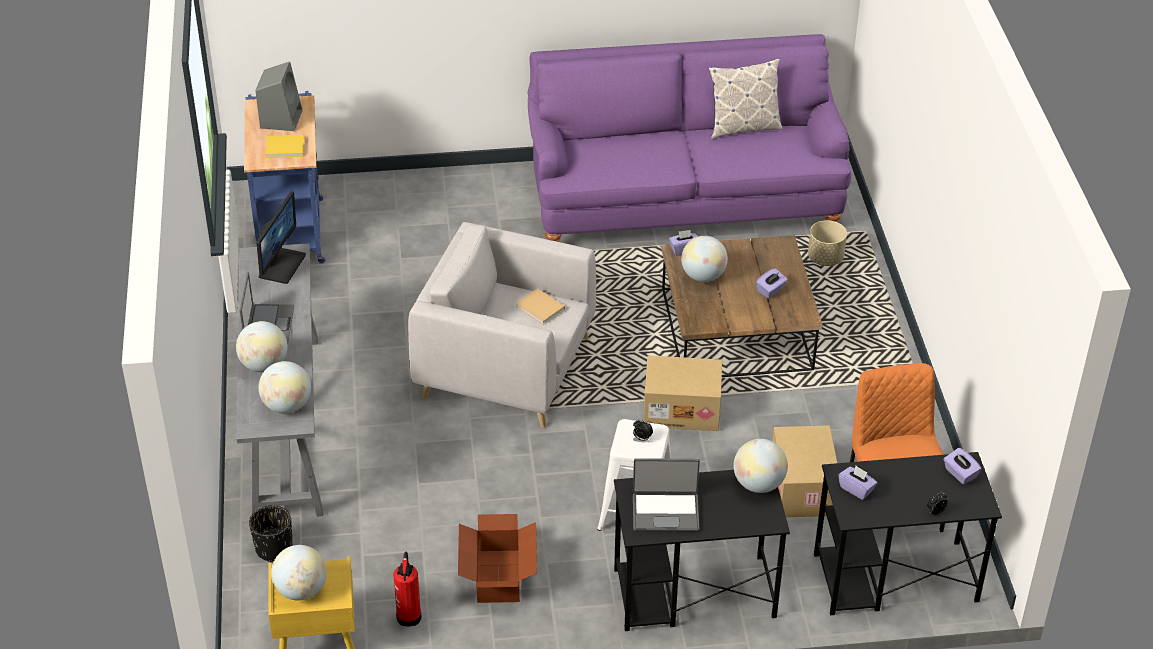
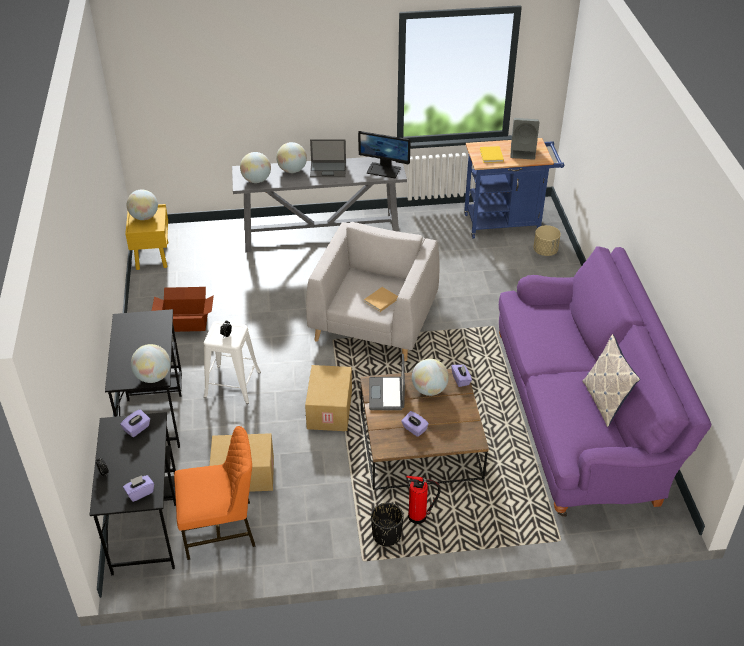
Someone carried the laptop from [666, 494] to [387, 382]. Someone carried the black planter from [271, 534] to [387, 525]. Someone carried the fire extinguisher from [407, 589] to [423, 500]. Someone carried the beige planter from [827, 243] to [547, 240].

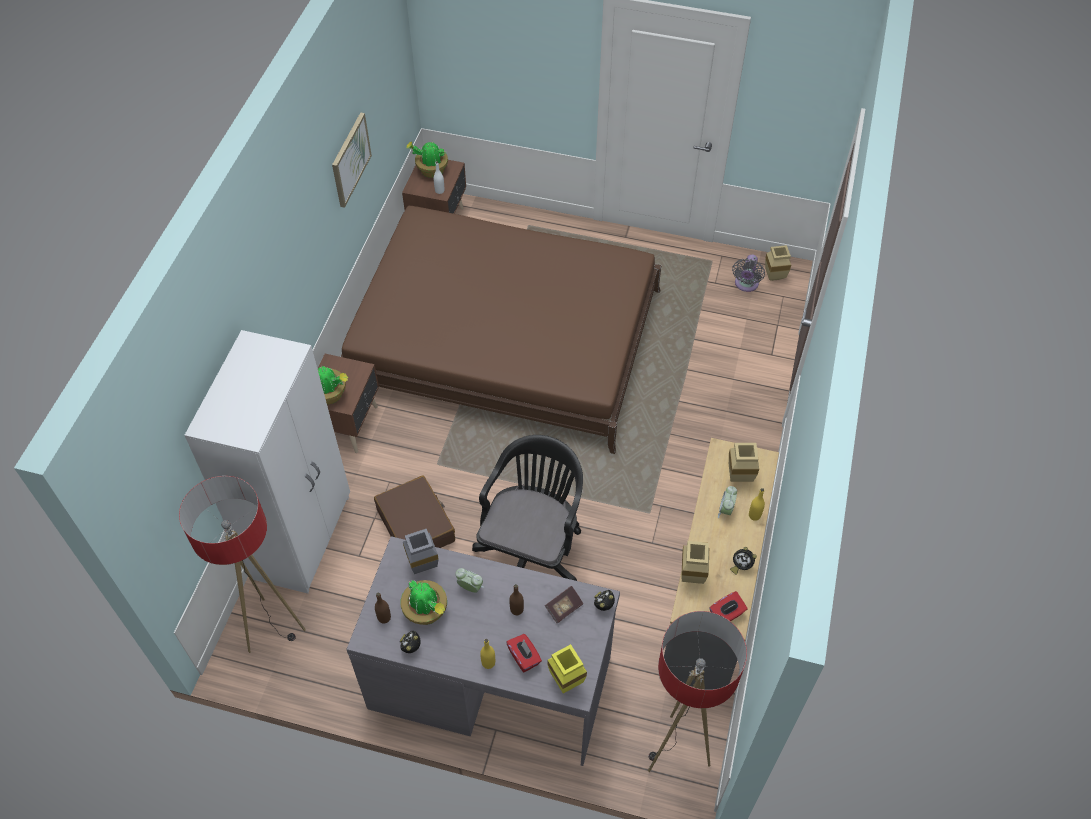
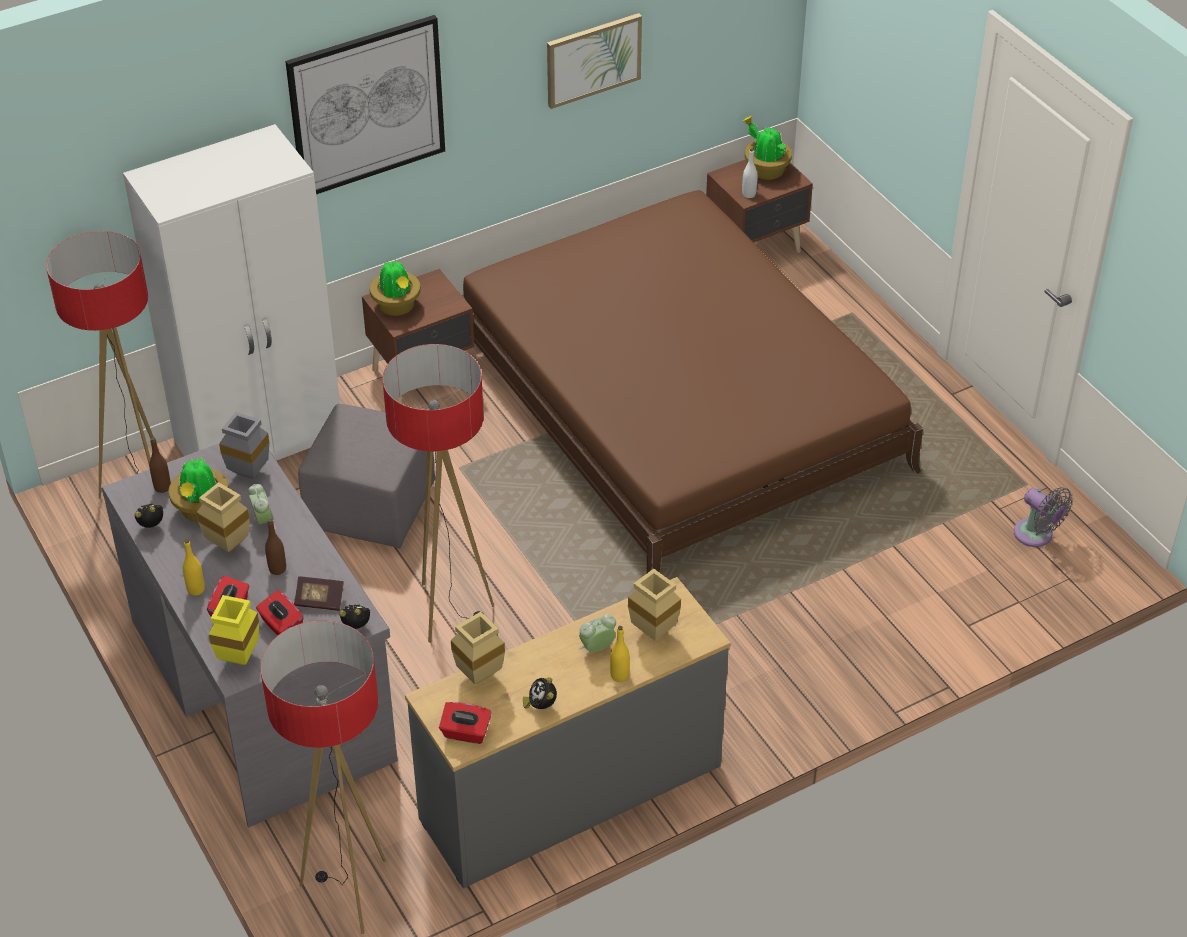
Someone carried the beige vase from [778, 263] to [223, 517]. Someone put down the red tissue box at [279, 613]. Someone put up the picture at [365, 104]. Someone swapped the brown suitcase at [414, 511] for the grey ottoman at [366, 476]. Someone swapped the black office chair at [527, 508] for the floor lamp at [438, 493]. Someone rotated the grey fan at [748, 273] by 105 degrees counterclockwise.

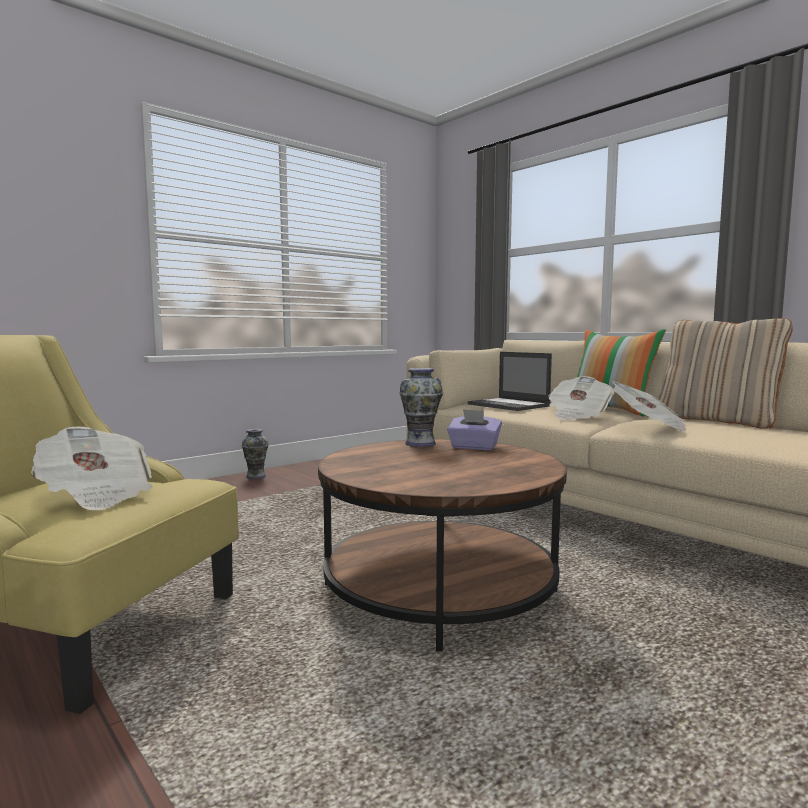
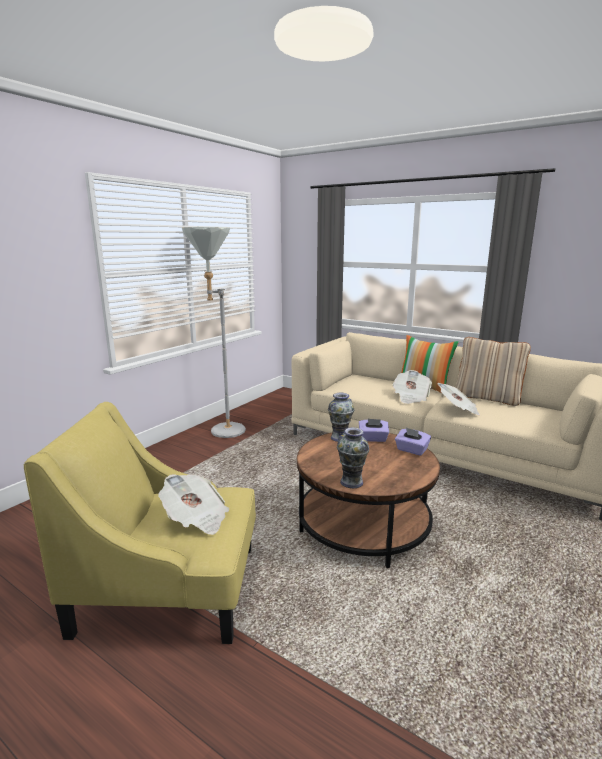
Someone put down the grey floor lamp at [214, 332]. Someone carried the vase from [255, 454] to [353, 458]. Someone put down the purple tissue box at [413, 442]. Someone took away the laptop at [509, 381].

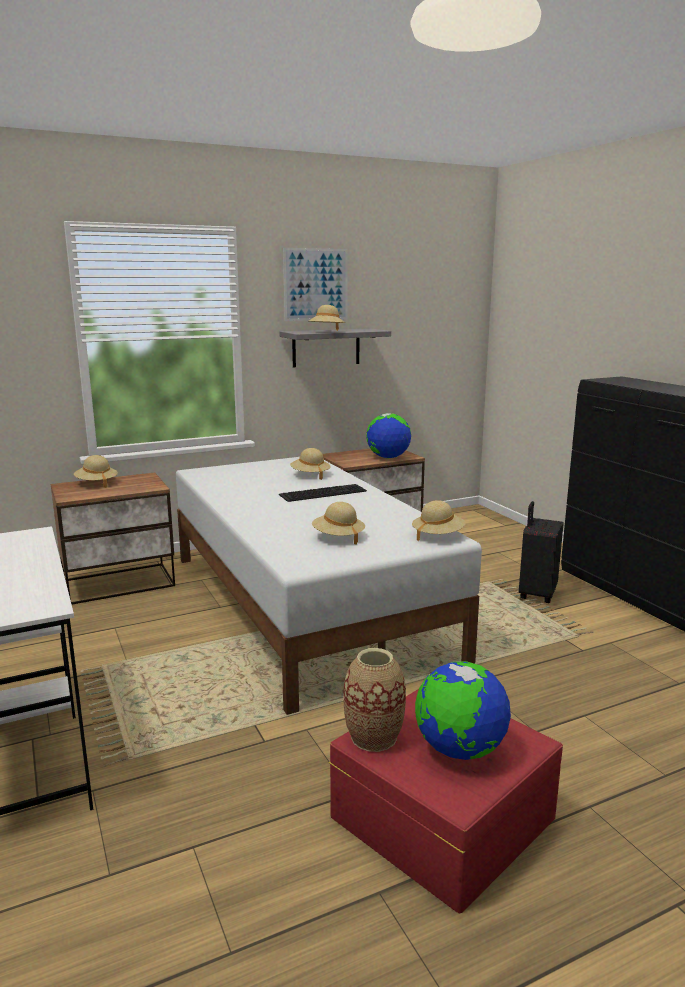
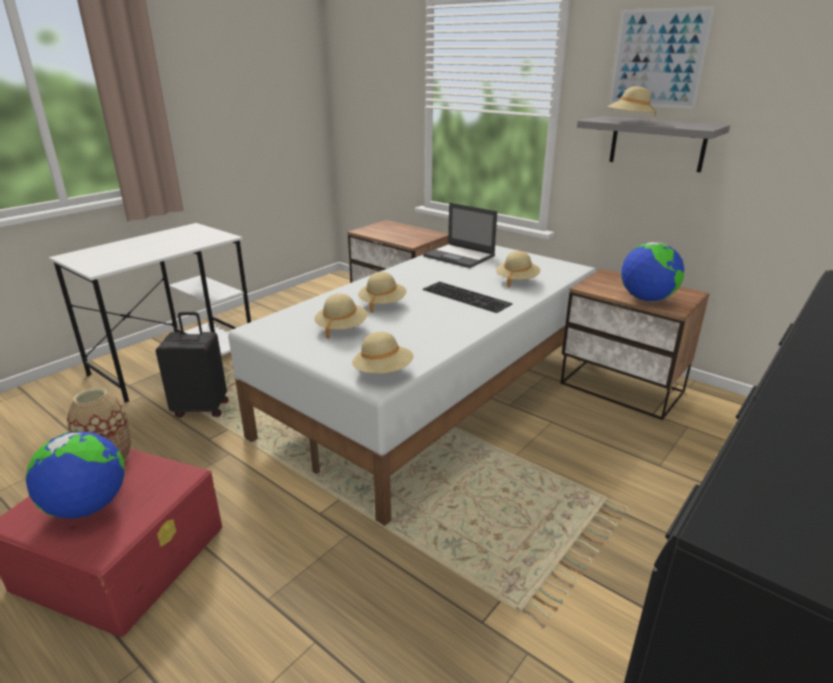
Someone carried the black suitcase from [541, 552] to [192, 365]. Someone carried the beige hat from [96, 471] to [382, 292]. Someone put down the laptop at [460, 235].

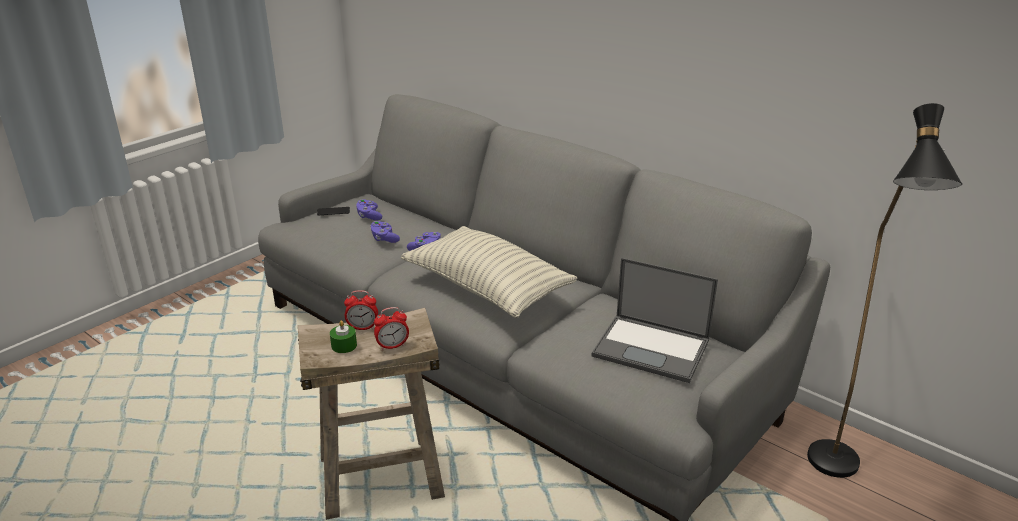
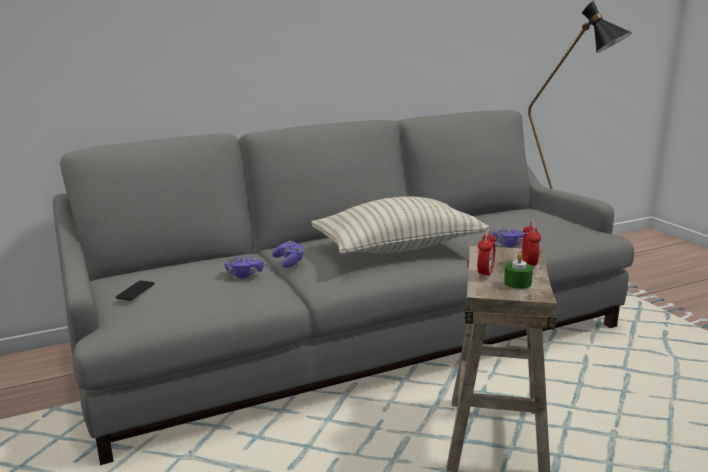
Someone carried the purple game controller from [369, 209] to [509, 237]. Someone took away the laptop at [655, 320].

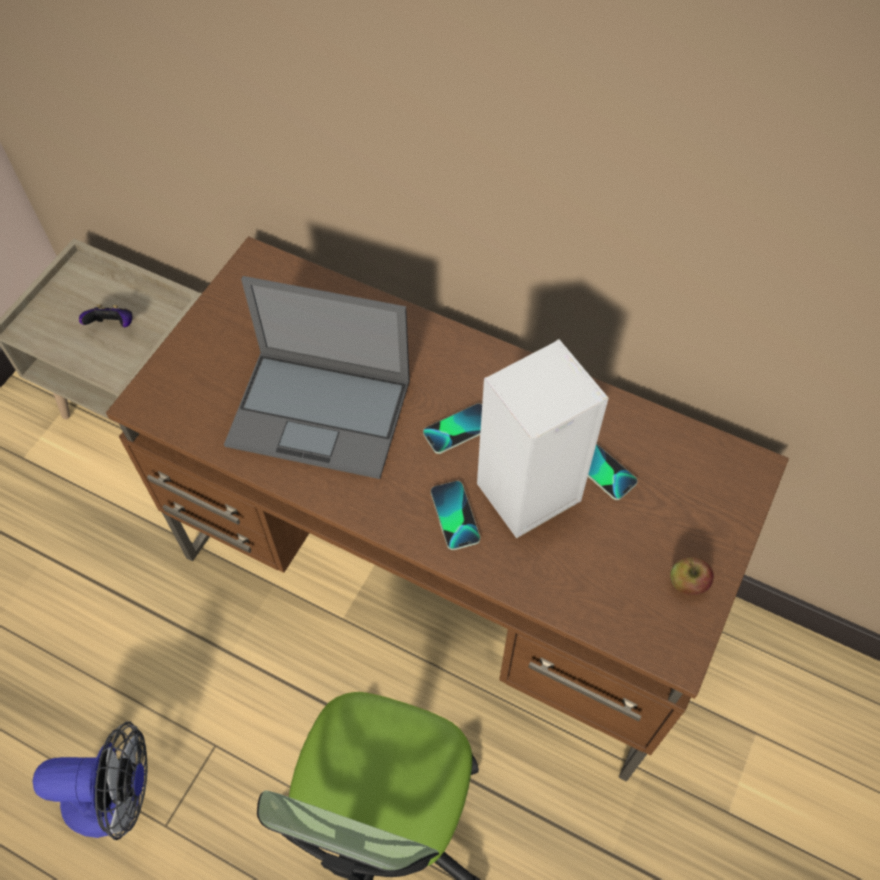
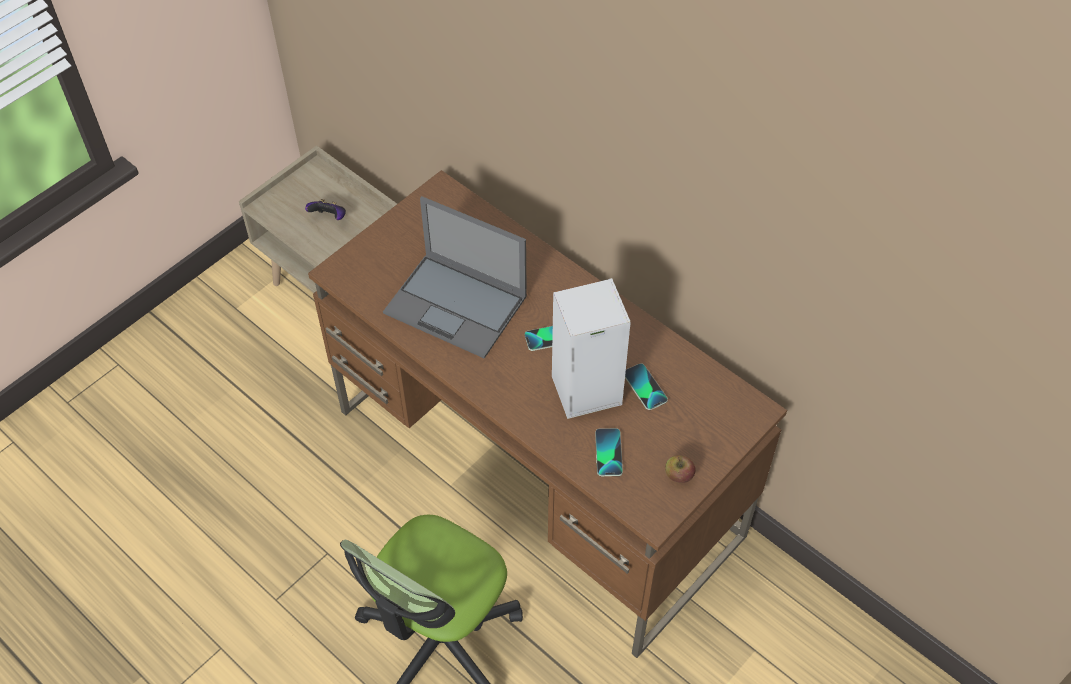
Someone carried the phone from [455, 515] to [609, 452]. Someone took away the fan at [90, 781].

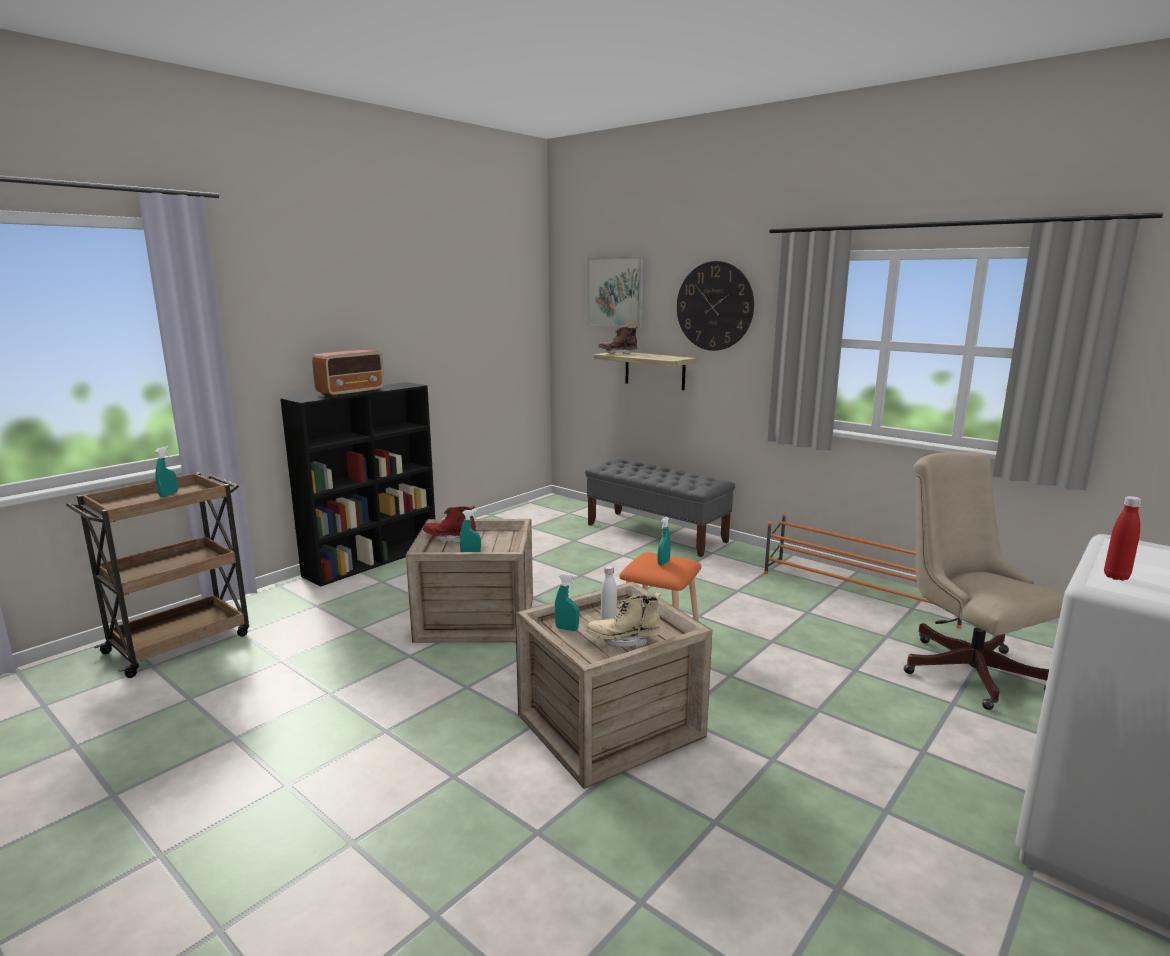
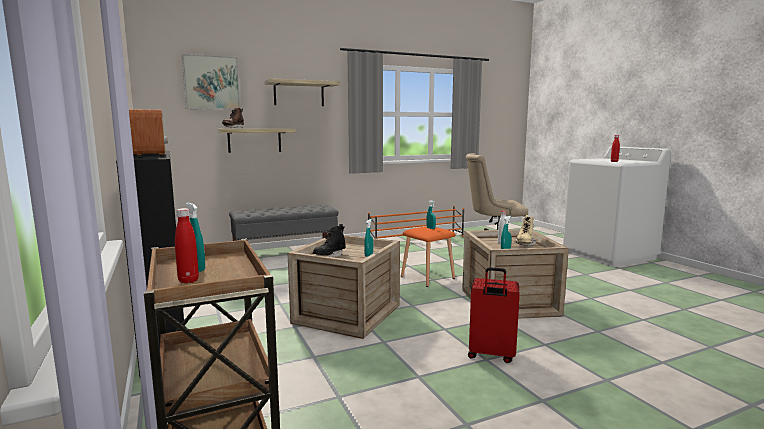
Someone put down the red bottle at [187, 246]. Someone swapped the wall clock at [715, 306] for the shelf at [302, 92]. Someone repainted the red boot at [449, 524], which became the black boot at [329, 240]. Someone put down the red suitcase at [494, 315].

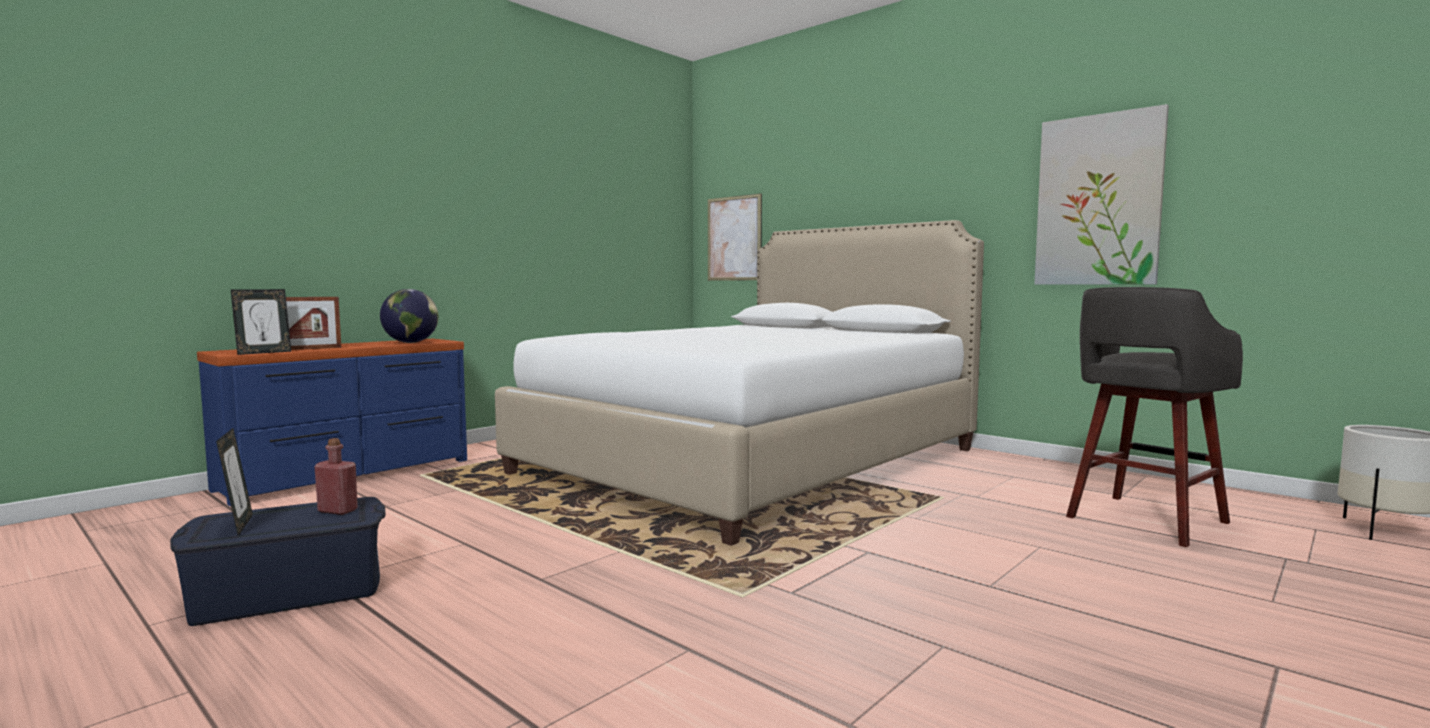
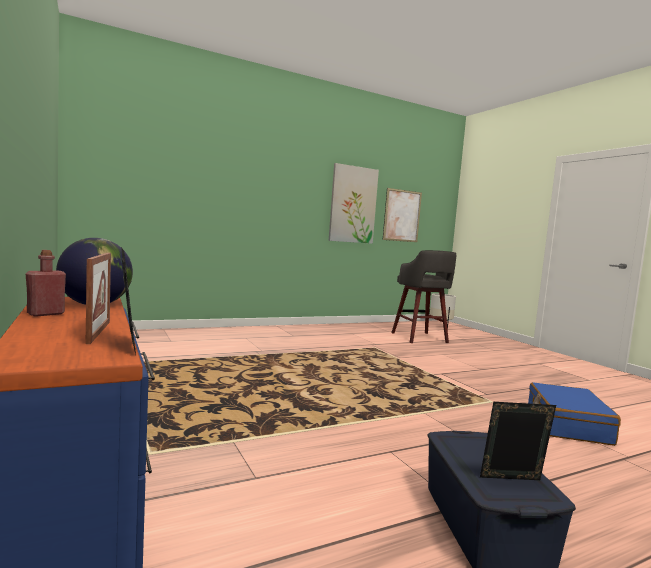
Someone carried the red bottle from [336, 476] to [46, 283]. Someone carried the picture from [735, 237] to [402, 215]. Someone put down the blue suitcase at [574, 414]. Someone took away the white bed at [739, 383].

